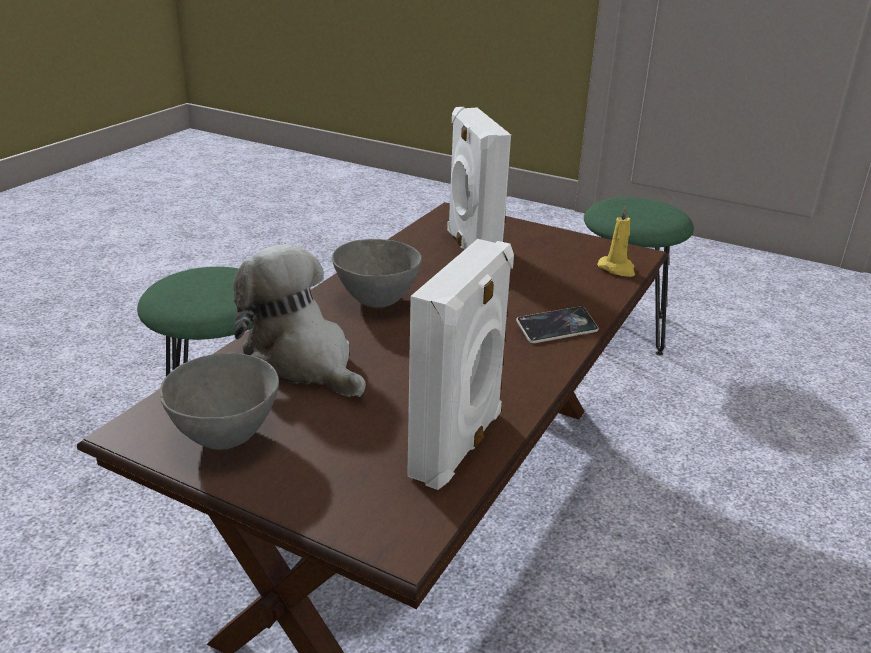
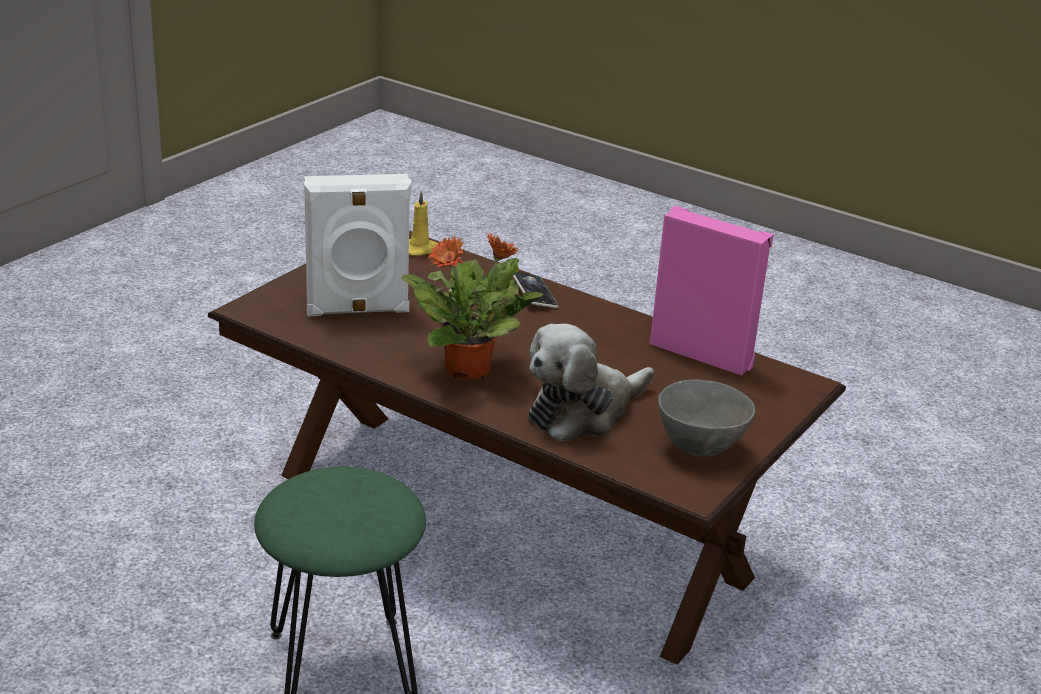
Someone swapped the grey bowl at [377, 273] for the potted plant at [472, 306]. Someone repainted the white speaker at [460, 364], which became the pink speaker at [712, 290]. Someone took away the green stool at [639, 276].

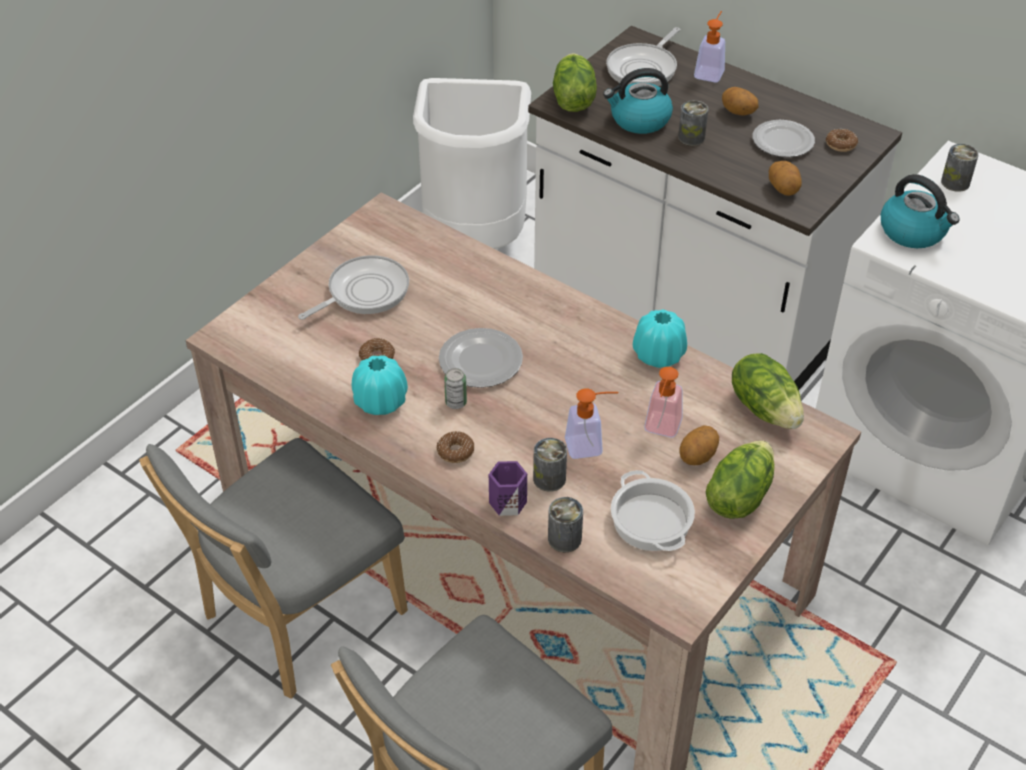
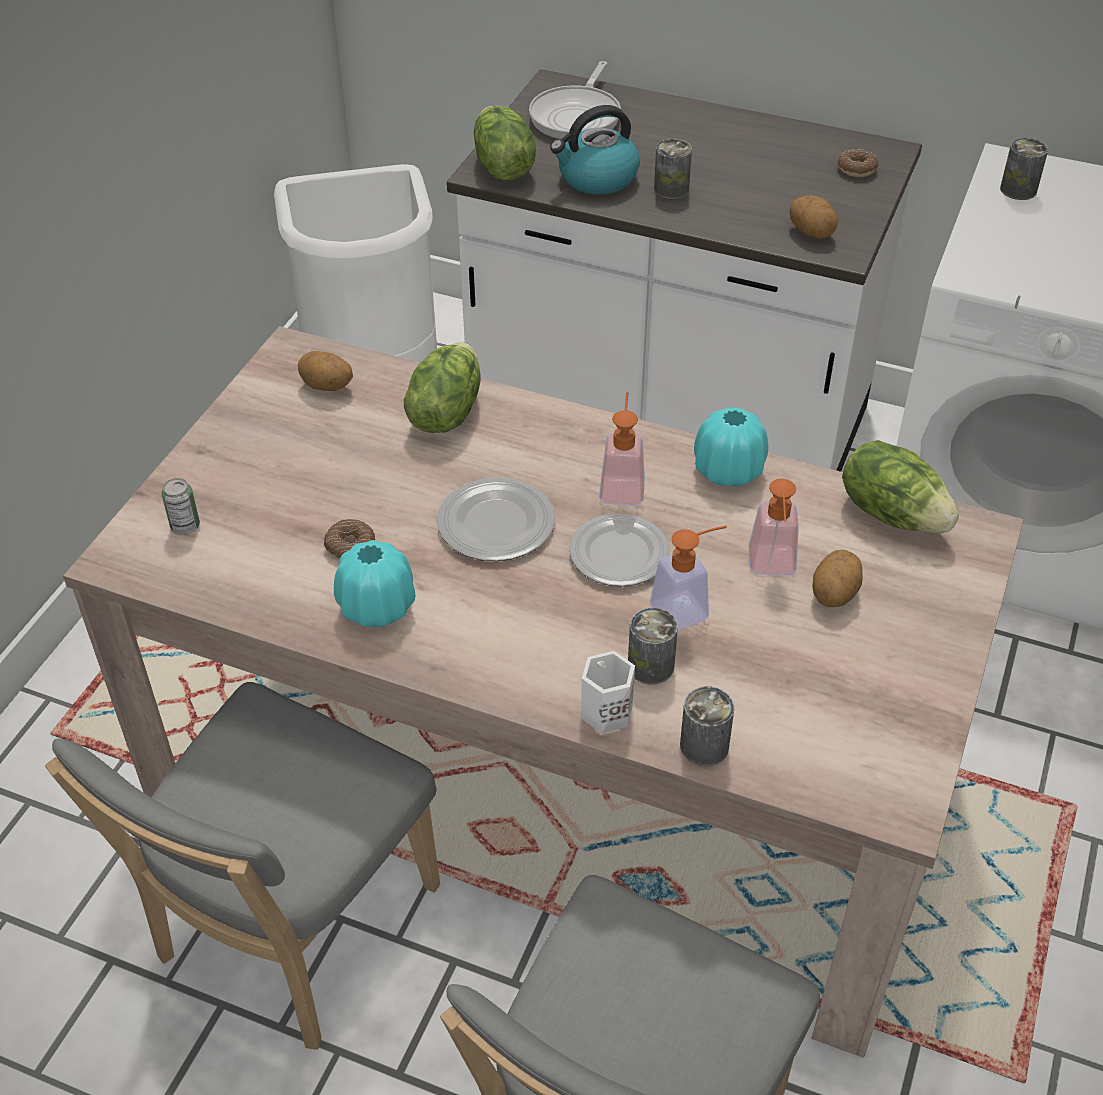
Someone carried the can from [455, 388] to [181, 506]. Someone carried the potato from [740, 101] to [325, 371]. Someone carried the lettuce from [740, 479] to [442, 387]. Someone carried the plate from [784, 138] to [619, 550]. Someone repainted the purple mug at [508, 488], which became the white mug at [608, 692]. Someone carried the soap dispenser from [709, 47] to [622, 448]. Someone took away the frying pan at [353, 287]. Someone took away the donut at [455, 447]. Someone took away the cooking pot at [653, 510]. Someone took away the kettle at [920, 211].

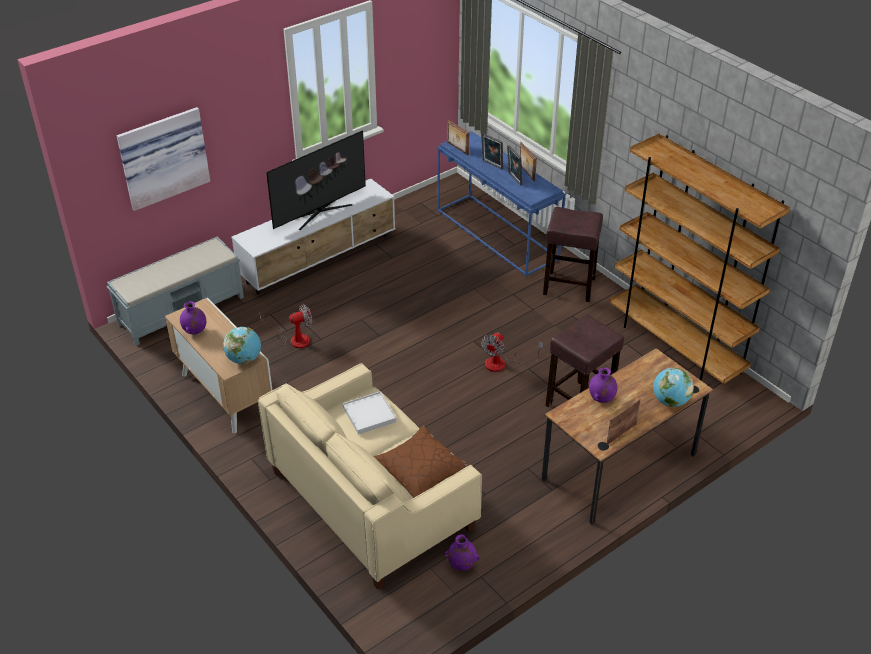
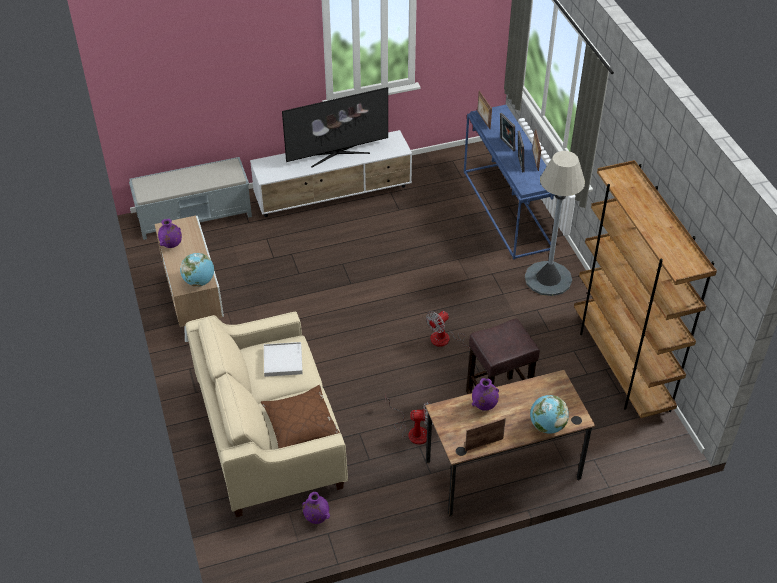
Someone carried the fan from [285, 326] to [409, 420]. Someone swapped the brown stool at [573, 254] for the grey floor lamp at [555, 223]. Someone took away the picture at [163, 159].

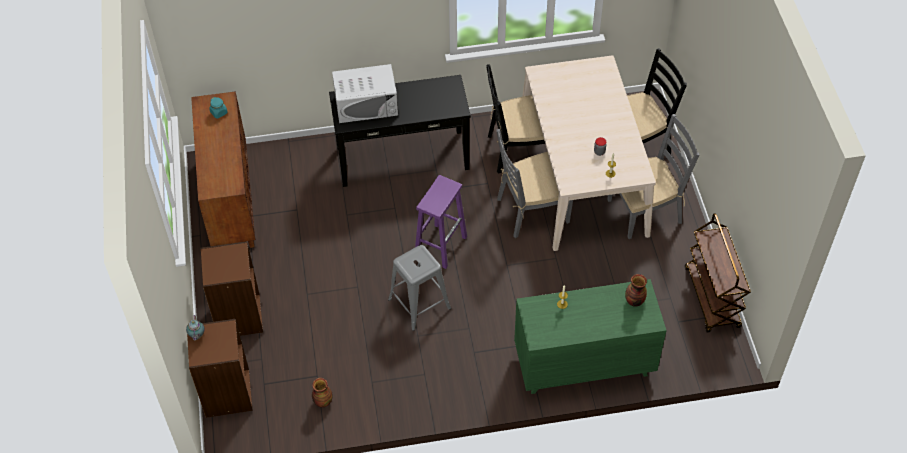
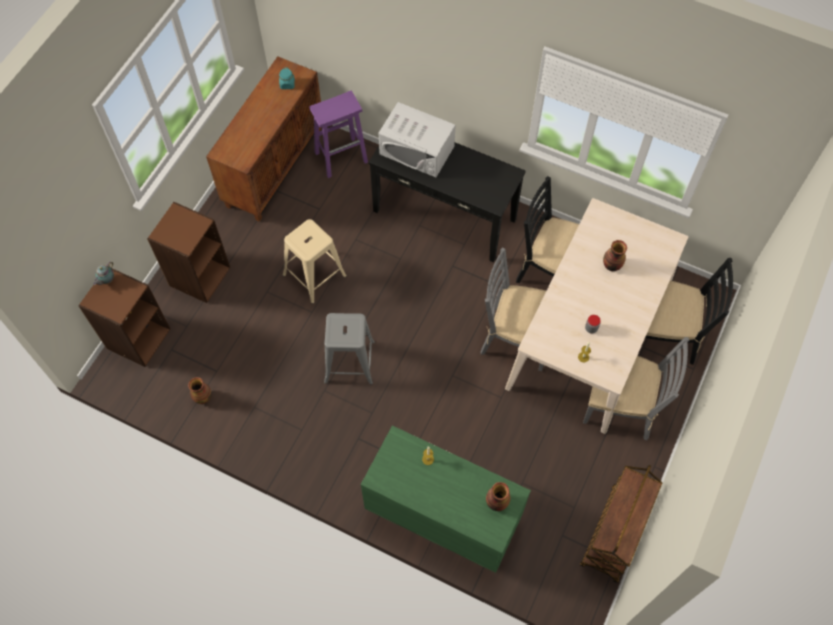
Someone put down the beige stool at [315, 261]. Someone carried the purple stool from [441, 222] to [338, 134]. Someone put down the vase at [615, 255].

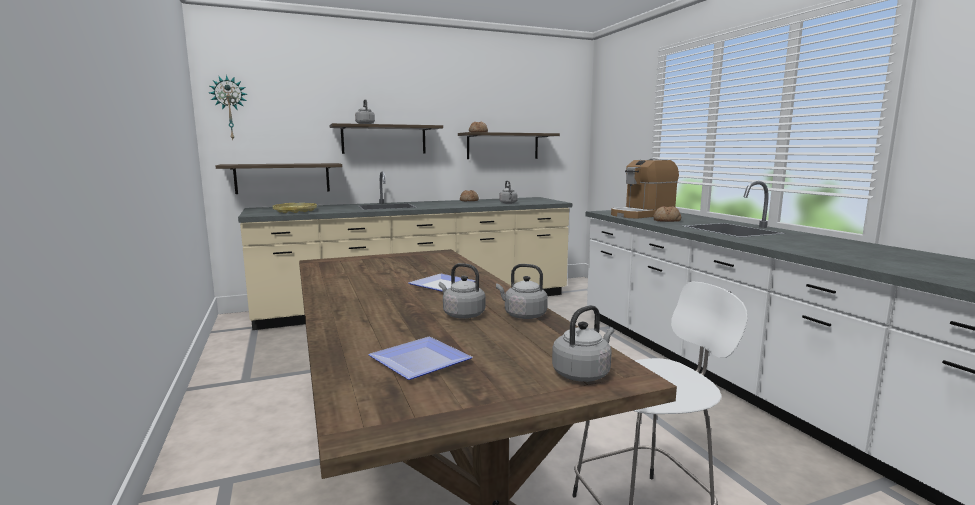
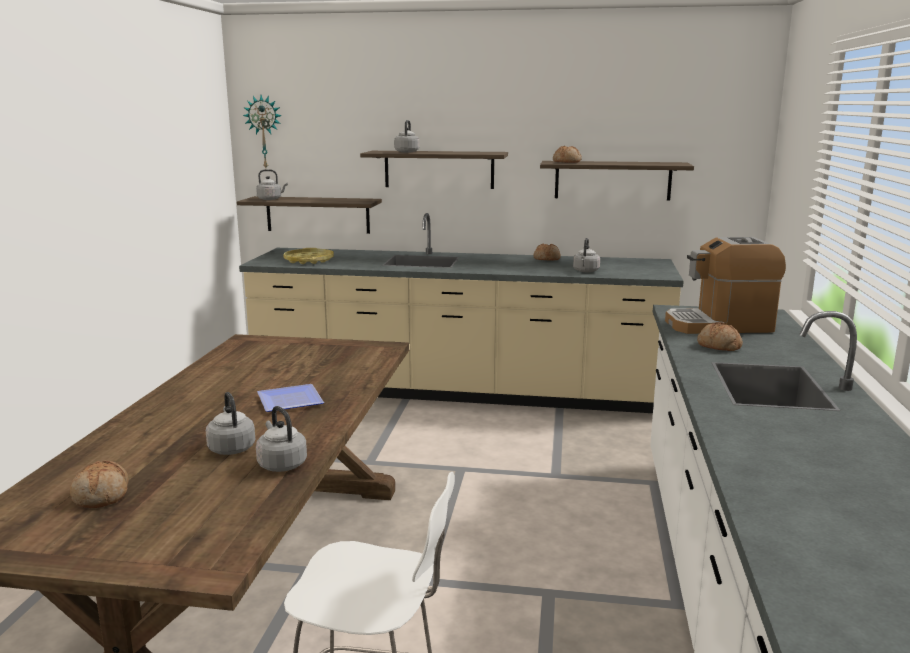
Someone swapped the plate at [420, 358] for the bread at [99, 484]. Someone carried the grey kettle from [583, 343] to [272, 184].

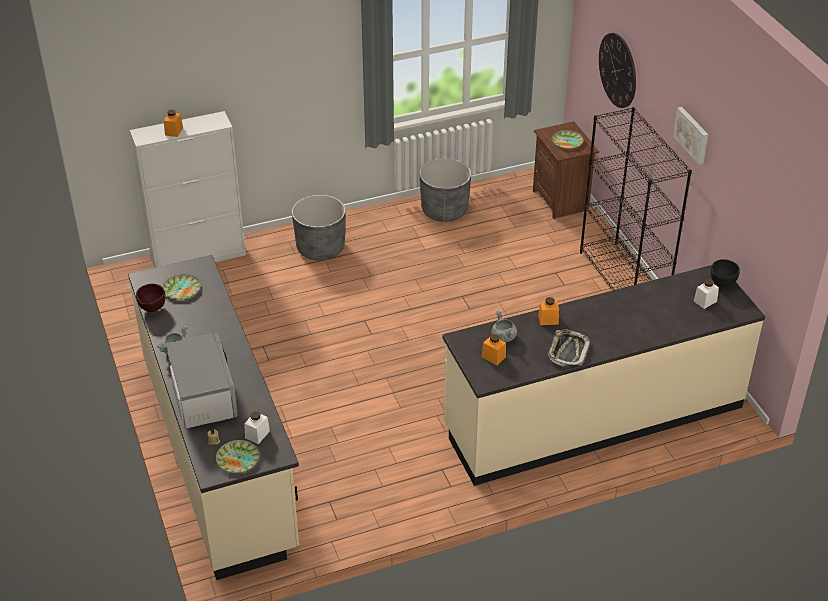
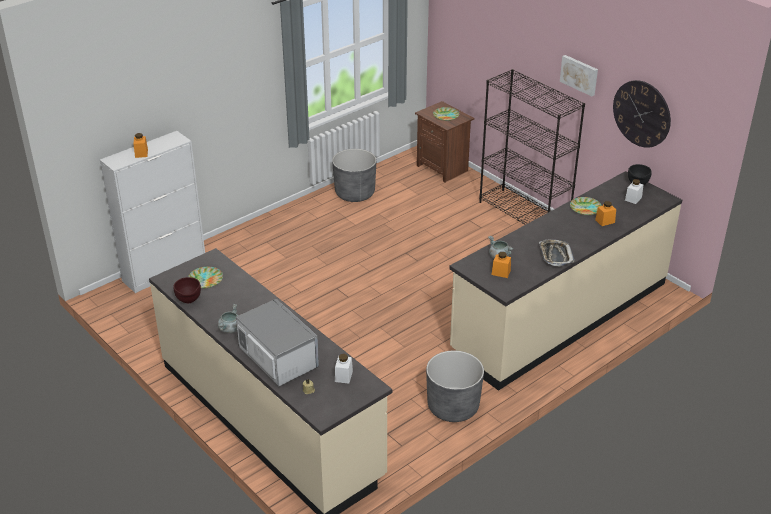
Someone carried the grey planter from [318, 228] to [455, 386]. Someone carried the plate from [238, 456] to [586, 206]. Someone carried the orange jar from [548, 311] to [605, 213]. Someone carried the wall clock from [617, 70] to [642, 114].

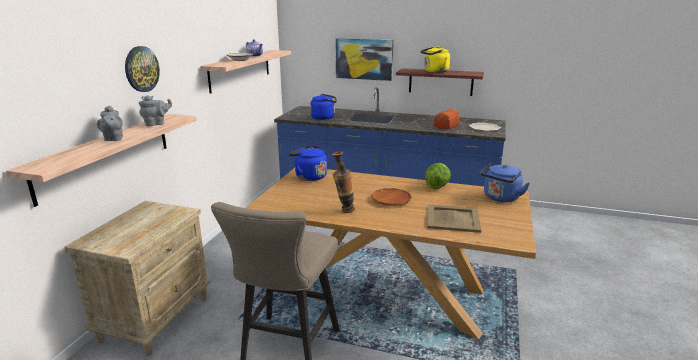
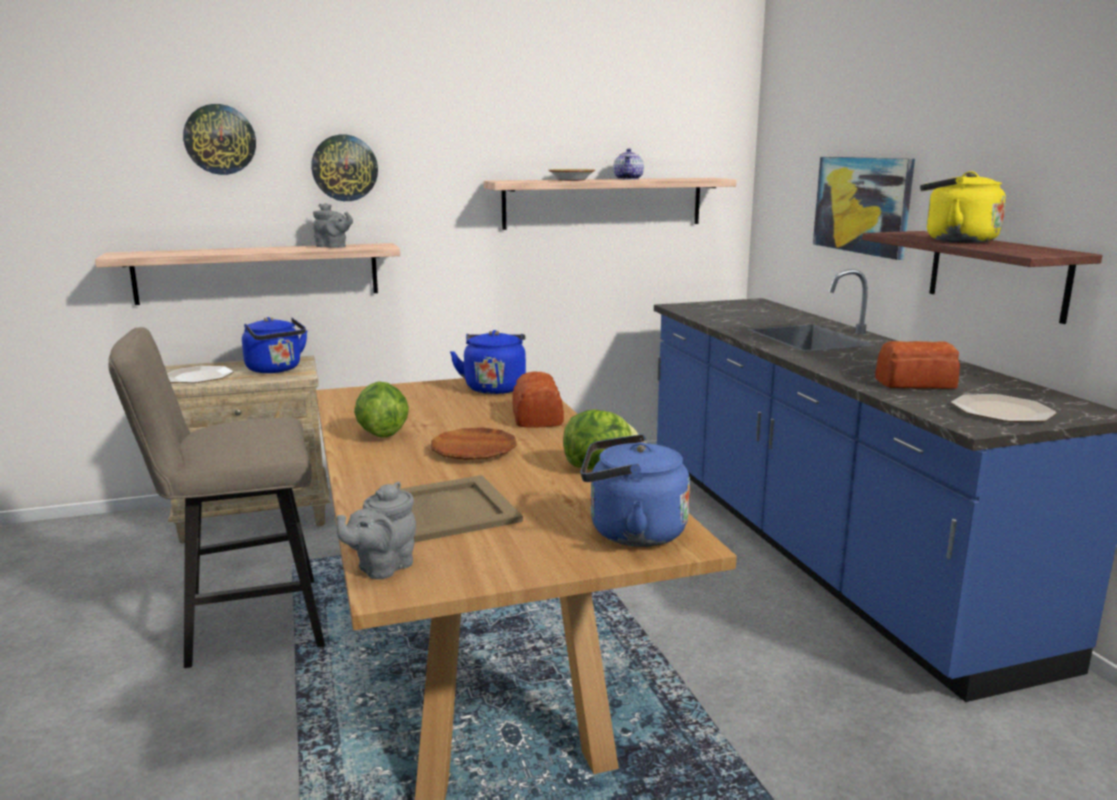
Someone put down the plate at [200, 374]. Someone put up the wall clock at [219, 139]. Someone carried the blue kettle from [323, 107] to [274, 345]. Someone carried the grey teapot from [110, 123] to [376, 530]. Someone swapped the vase at [343, 182] for the lettuce at [381, 409]. Someone put down the bread at [538, 399].

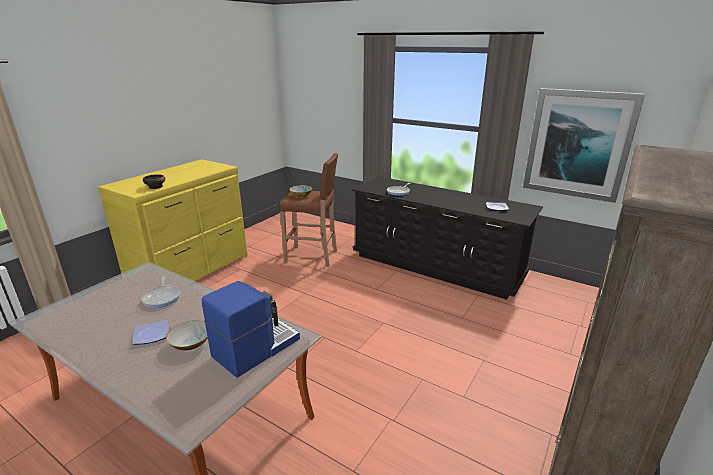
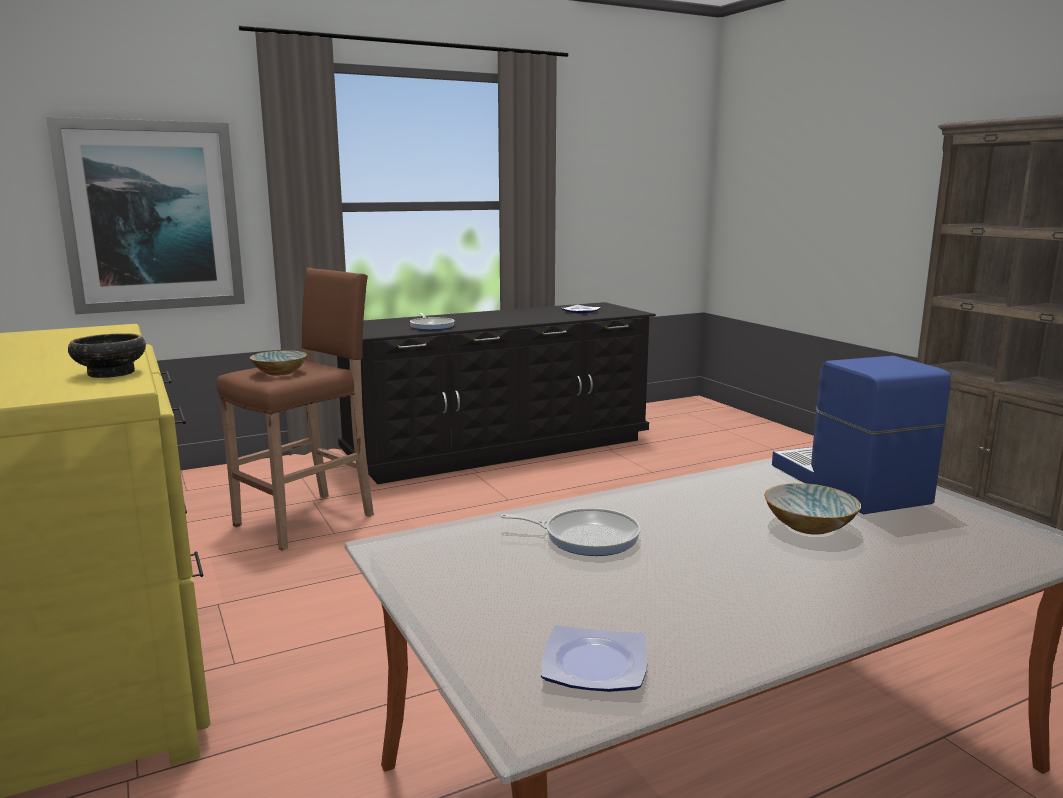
Someone carried the picture from [584, 145] to [146, 215]. Someone carried the plate from [150, 332] to [594, 658].

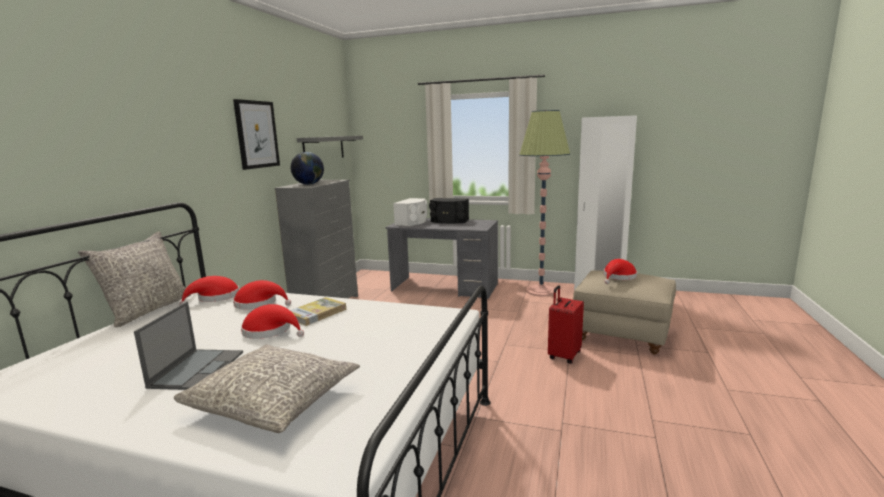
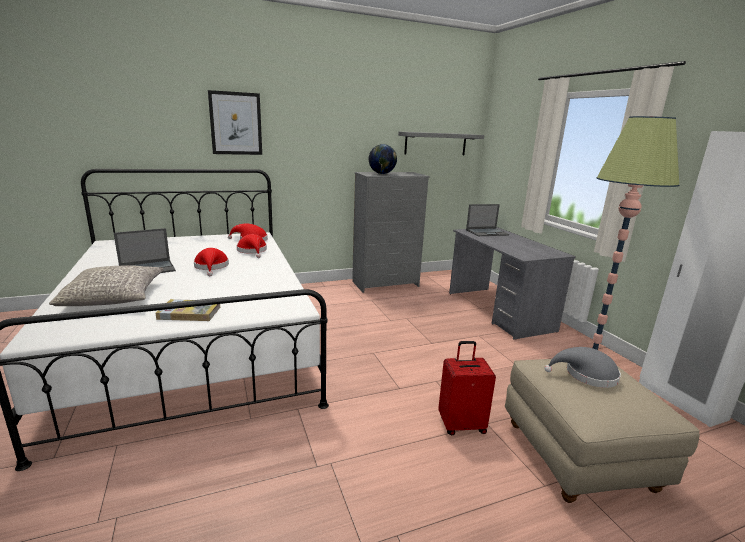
Someone carried the book from [318, 311] to [188, 310]. Someone carried the picture from [256, 134] to [235, 122]. Someone swapped the white speaker at [410, 212] for the laptop at [487, 220]. Someone repainted the red hat at [620, 271], which became the grey hat at [582, 367]. Someone took away the grey pillow at [134, 279]. Someone took away the black speaker at [449, 211].

